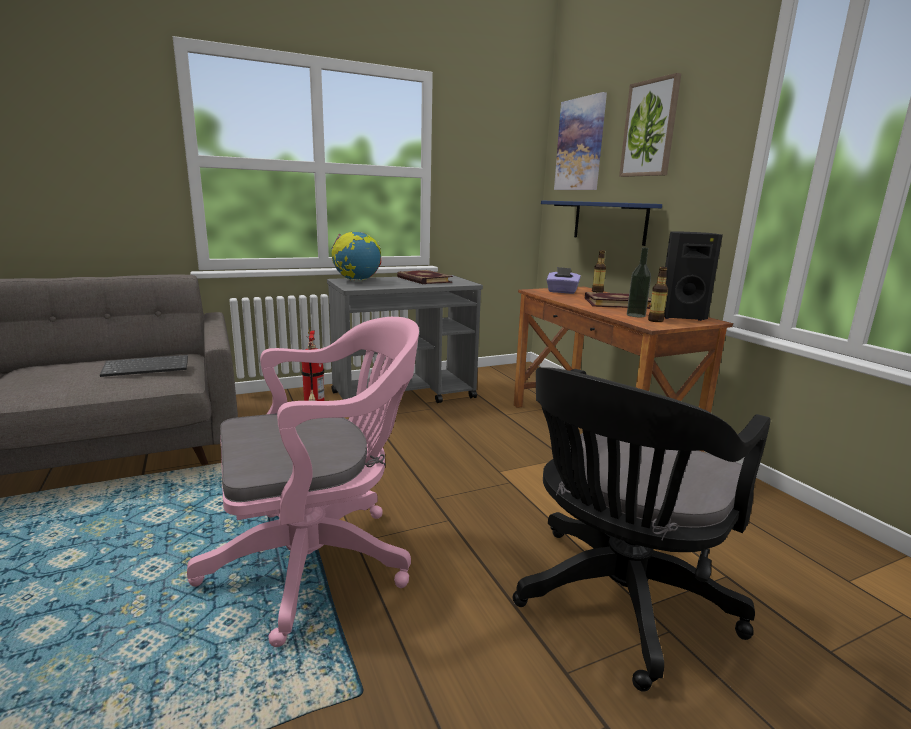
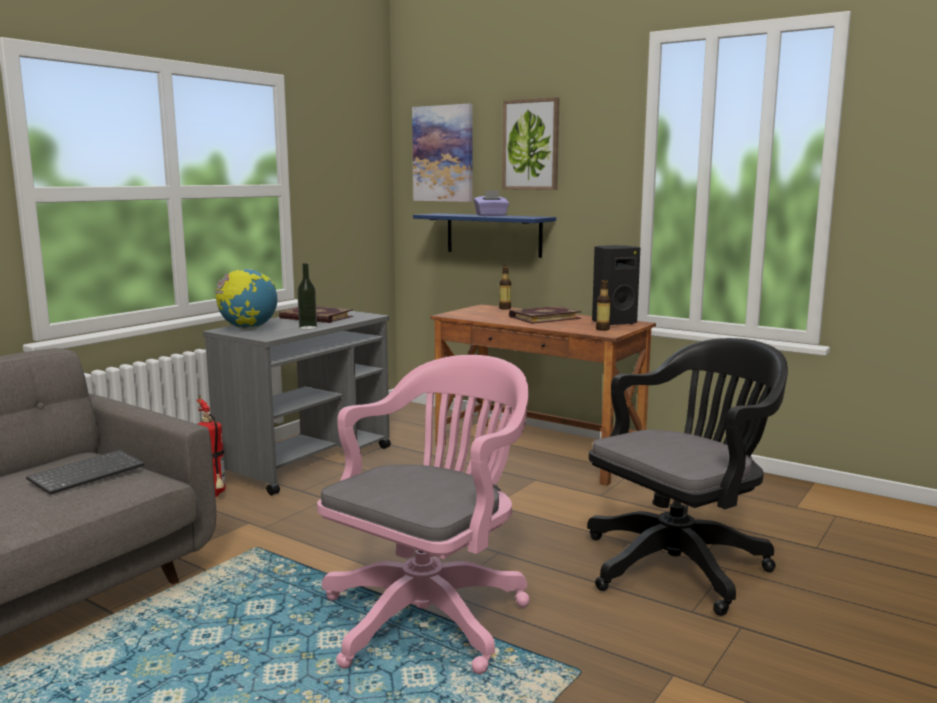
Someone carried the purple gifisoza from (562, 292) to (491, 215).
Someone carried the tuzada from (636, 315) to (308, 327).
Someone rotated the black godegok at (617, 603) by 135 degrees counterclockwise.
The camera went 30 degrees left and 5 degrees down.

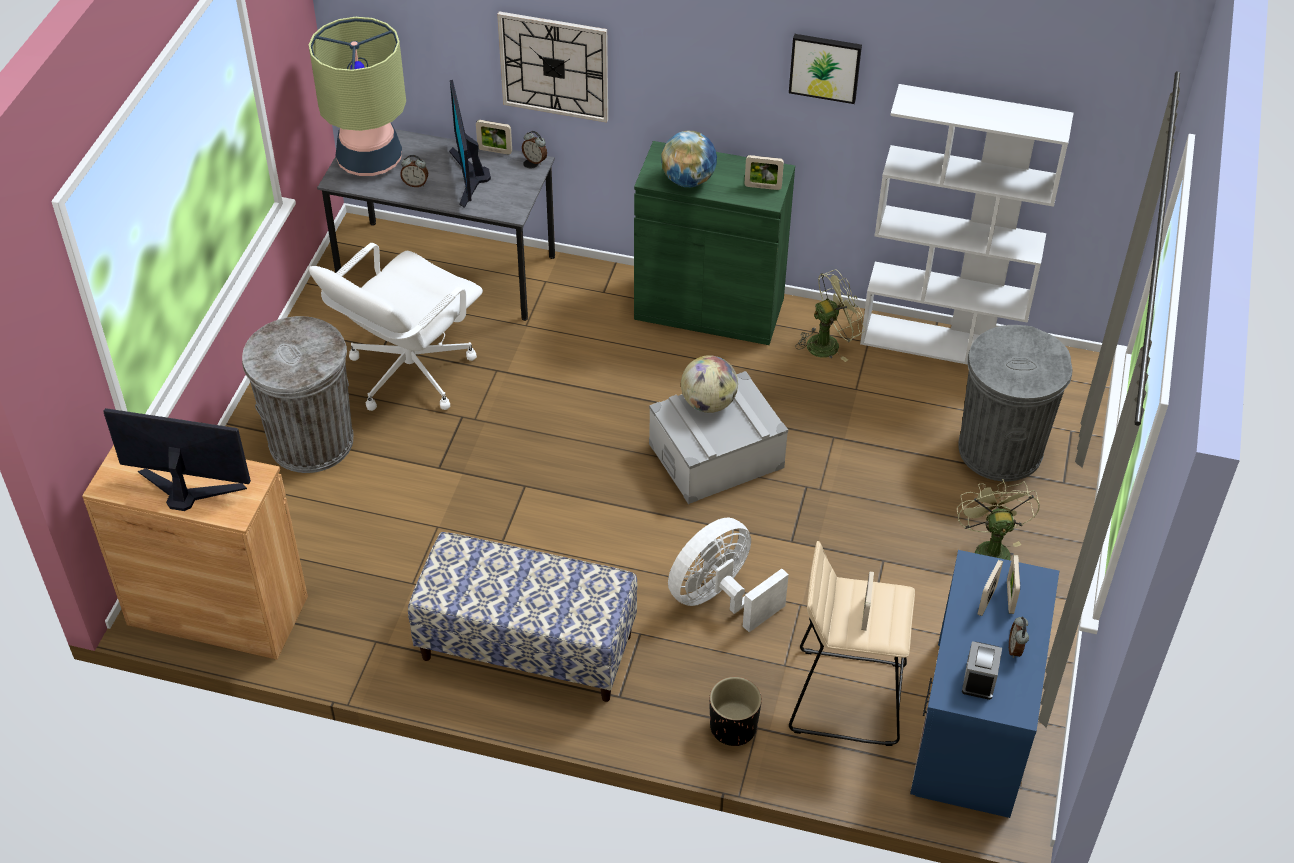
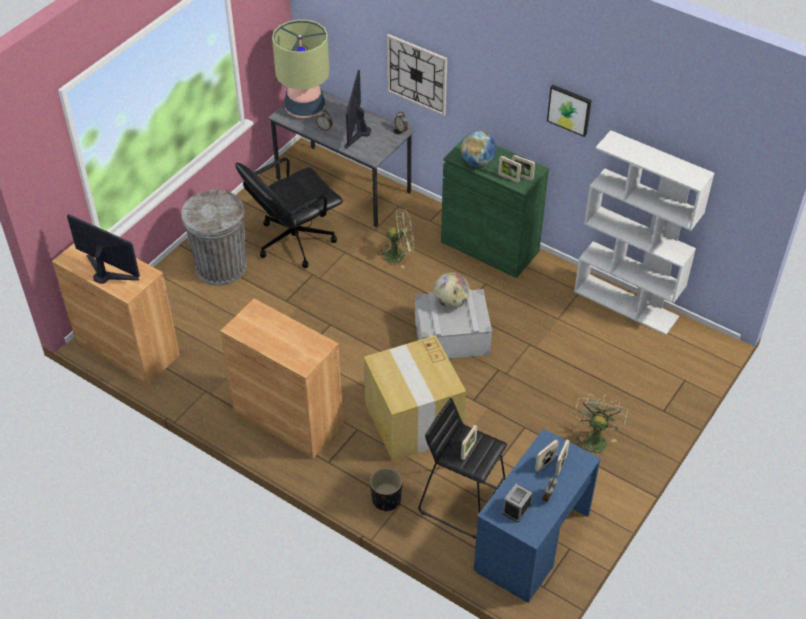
Someone took away the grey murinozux at (1000, 449).
Someone carried the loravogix from (495, 151) to (508, 178).
Someone carried the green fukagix from (829, 343) to (399, 255).
Someone swapped the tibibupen at (526, 647) for the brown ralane at (288, 418).
Someone swapped the white fukagix at (720, 598) for the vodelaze at (414, 422).
Someone repainted the white godegok at (409, 372), which became the black godegok at (294, 241).
Someone repainted the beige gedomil at (846, 696), which became the black gedomil at (462, 501).
The camera went 20 degrees right and 0 degrees up.

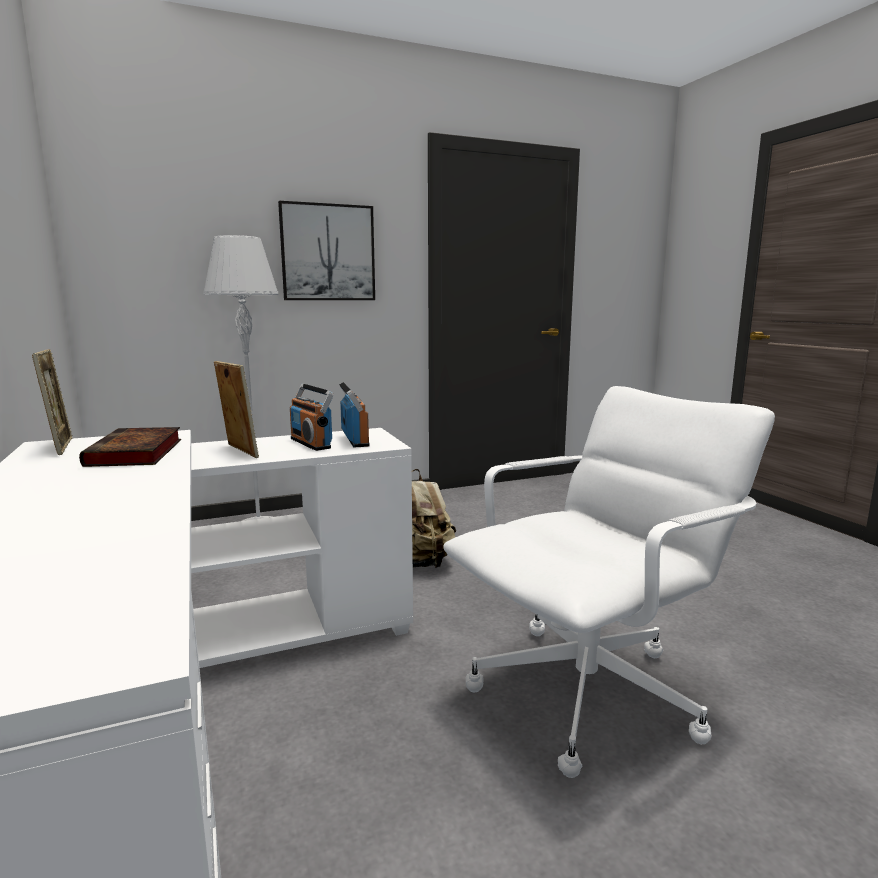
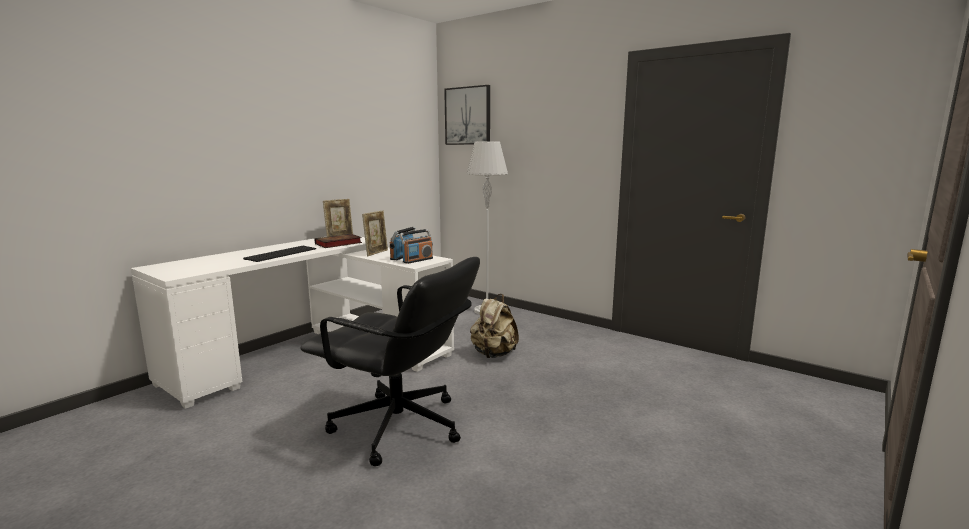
Someone put down the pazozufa at (281, 253).
Someone carried the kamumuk from (328, 253) to (468, 116).
Someone repainted the white godegok at (589, 693), which became the black godegok at (399, 427).
The camera went 60 degrees right and 0 degrees up.

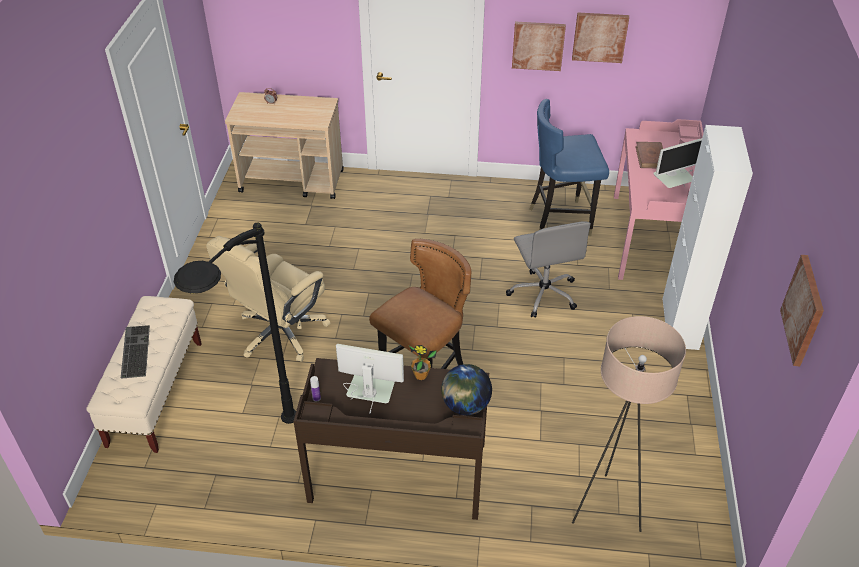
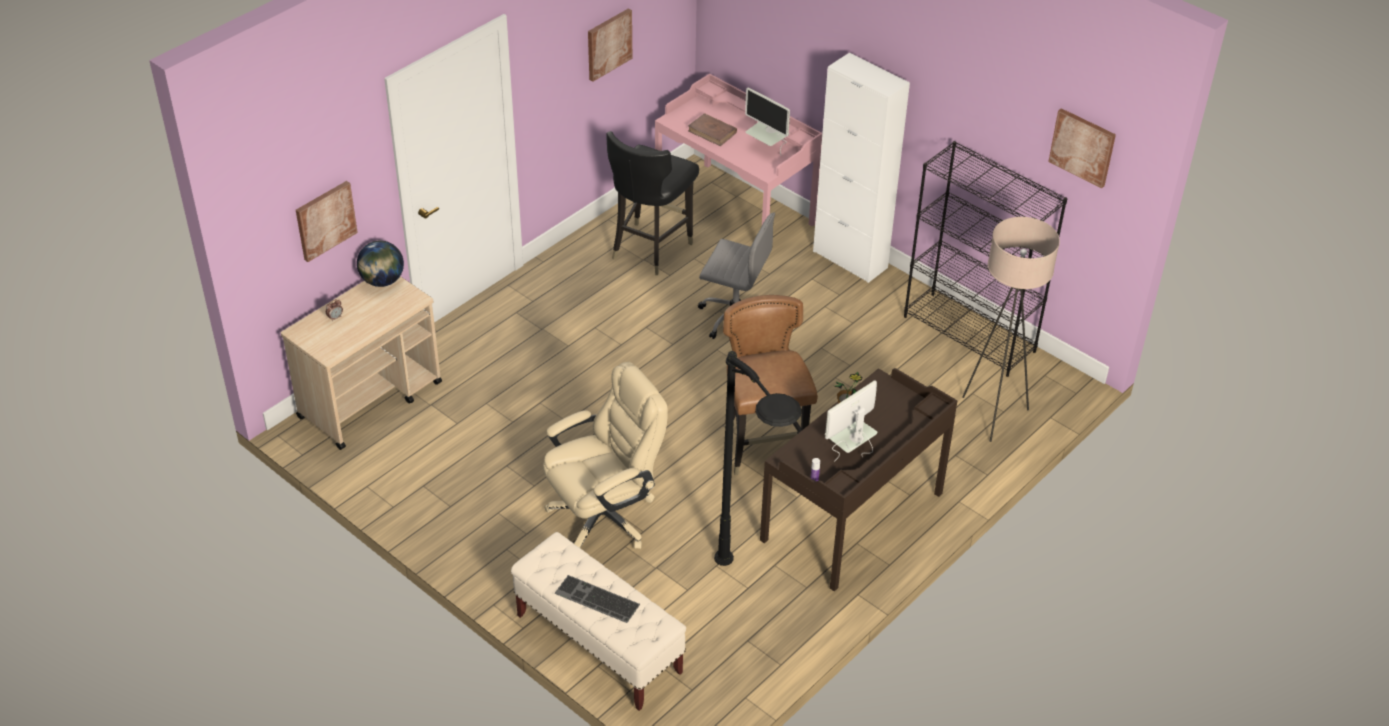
Someone put down the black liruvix at (970, 334).
Someone carried the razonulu from (465, 405) to (382, 281).
Someone carried the kamumuk from (538, 45) to (325, 220).
Someone repainted the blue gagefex at (561, 220), which became the black gagefex at (650, 248).
Someone rotated the beige godegok at (280, 333) by 105 degrees counterclockwise.
Someone rotated the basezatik at (670, 190) by 120 degrees clockwise.
The camera went 55 degrees left and 0 degrees up.

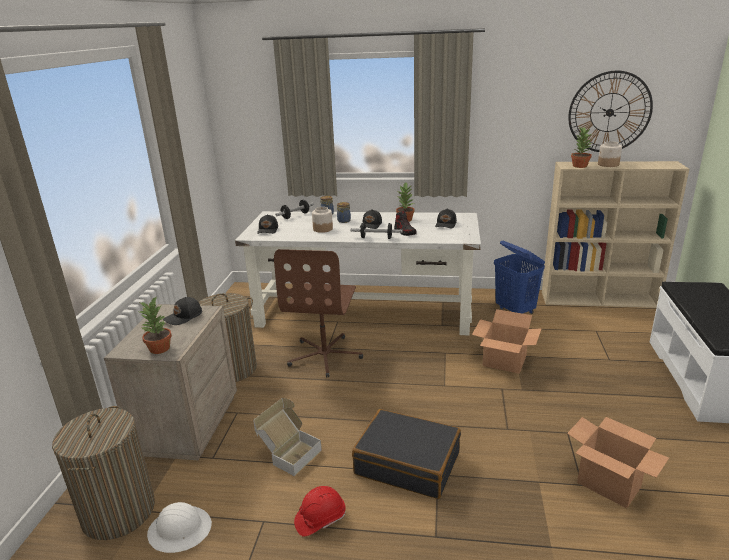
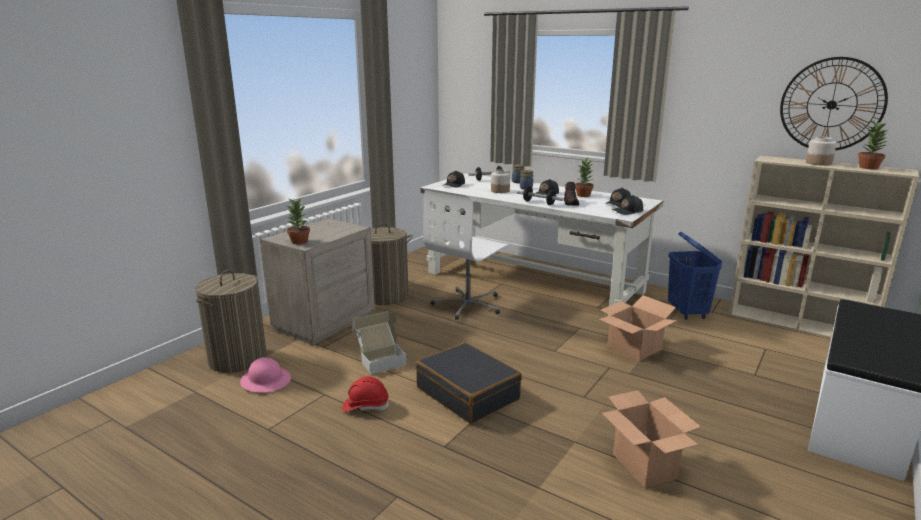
Someone carried the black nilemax from (184, 317) to (627, 211).
Someone carried the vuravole from (579, 166) to (868, 167).
Someone repainted the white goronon at (180, 530), which became the pink goronon at (266, 381).
Someone repainted the brown godegok at (325, 355), which became the white godegok at (468, 305).
The camera went 25 degrees right and 5 degrees down.

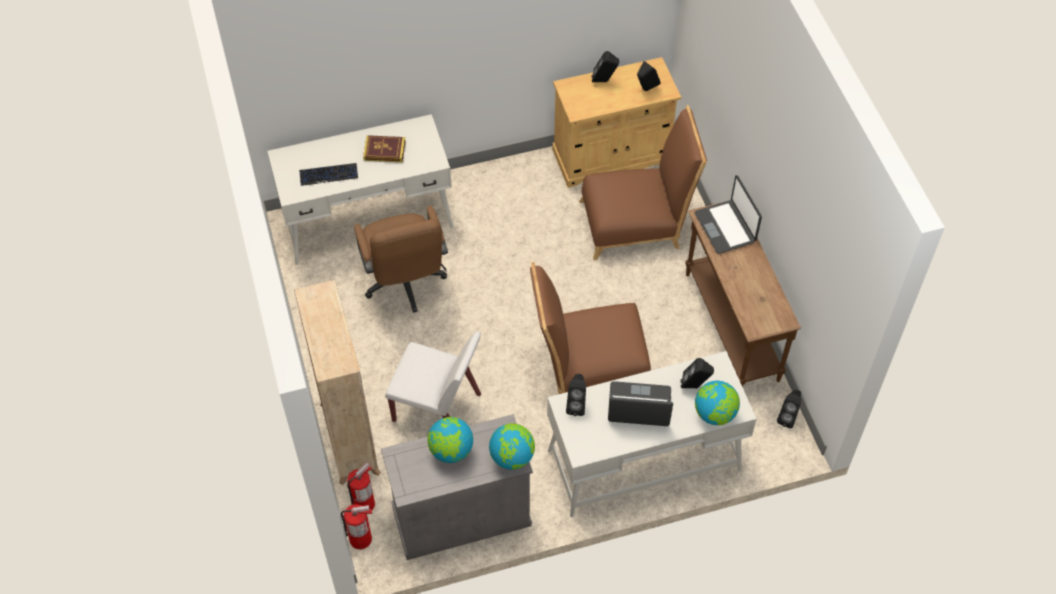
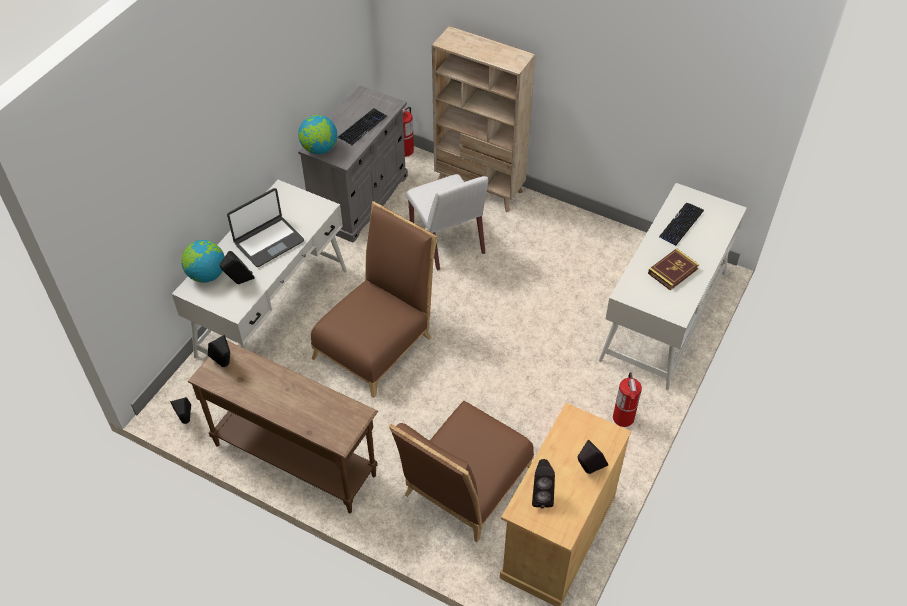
Someone took away the brown godegok at (405, 284).
Someone took away the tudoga at (725, 227).
Someone carried the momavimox from (364, 504) to (623, 418).
Someone carried the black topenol from (576, 405) to (224, 365).
Someone swapped the razonulu at (451, 450) for the pazozufa at (362, 127).
Someone rotated the white gagefex at (438, 408) by 90 degrees counterclockwise.
The camera went 135 degrees right and 5 degrees down.

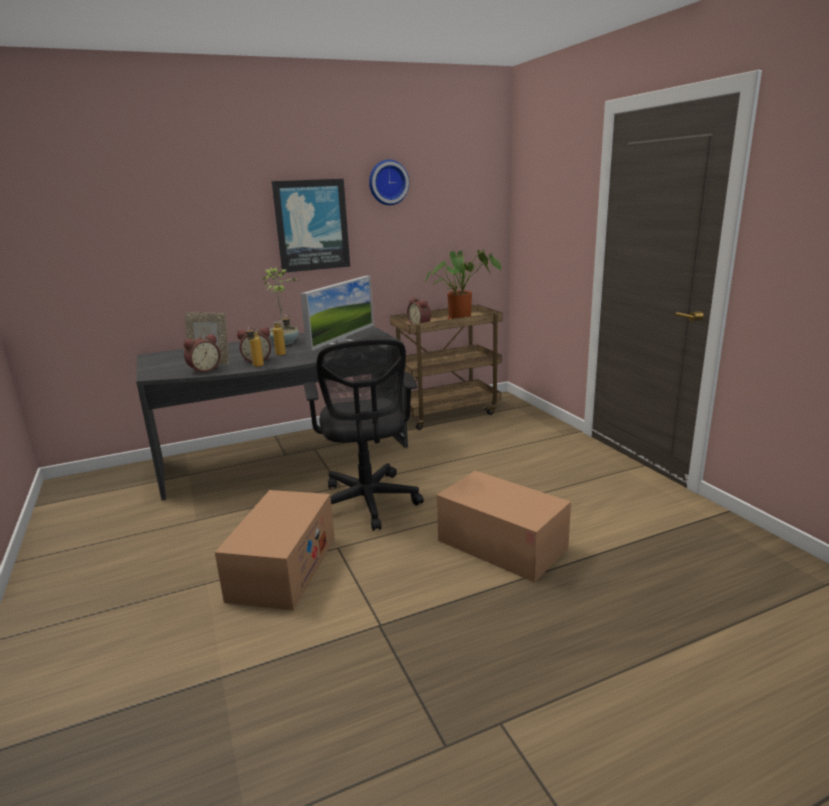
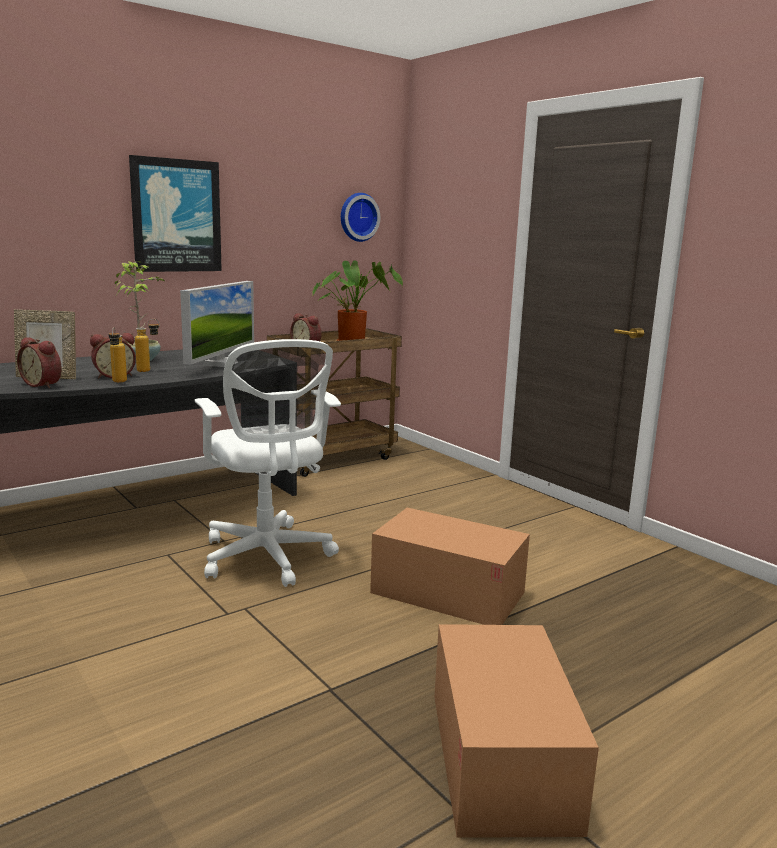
Someone carried the vodelaze from (283, 568) to (501, 758).
Someone carried the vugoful from (387, 182) to (358, 217).
Someone repainted the black godegok at (368, 504), which became the white godegok at (268, 558).
Someone rotated the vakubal at (204, 370) by 90 degrees clockwise.
The camera went 15 degrees left and 5 degrees down.

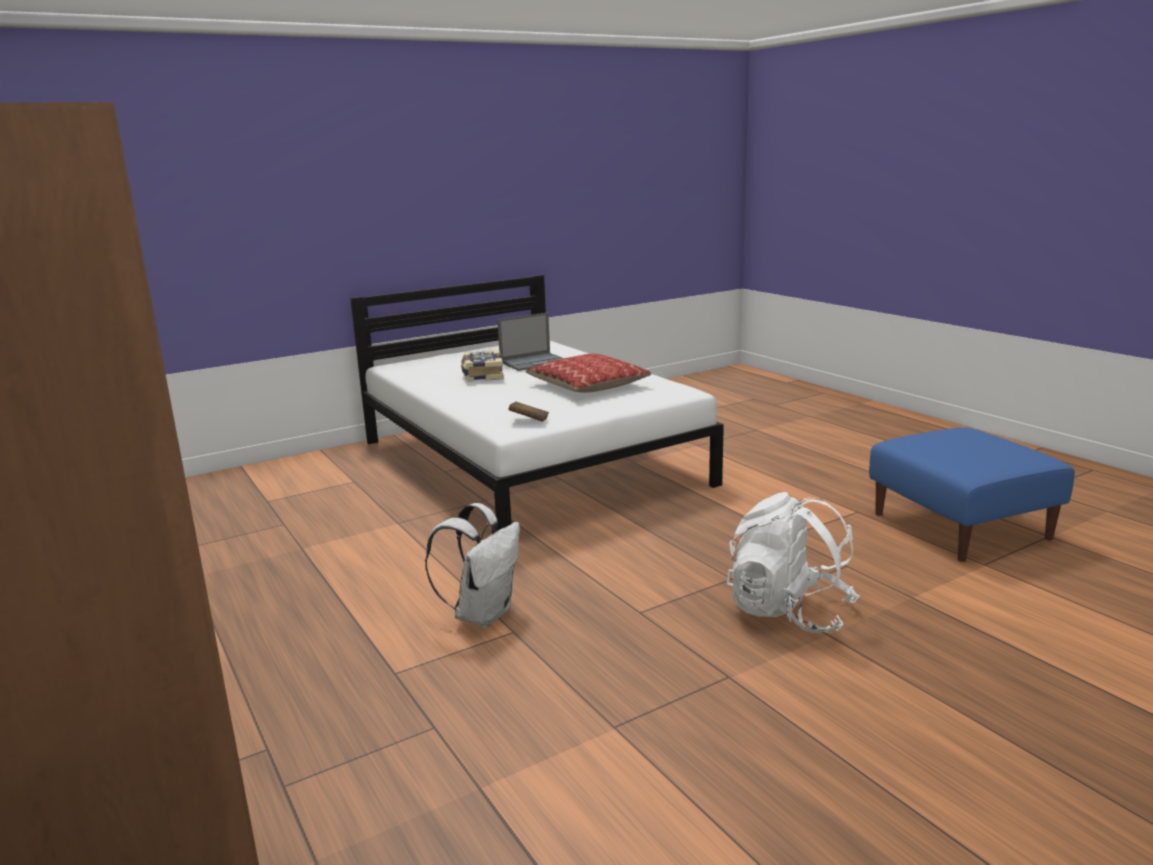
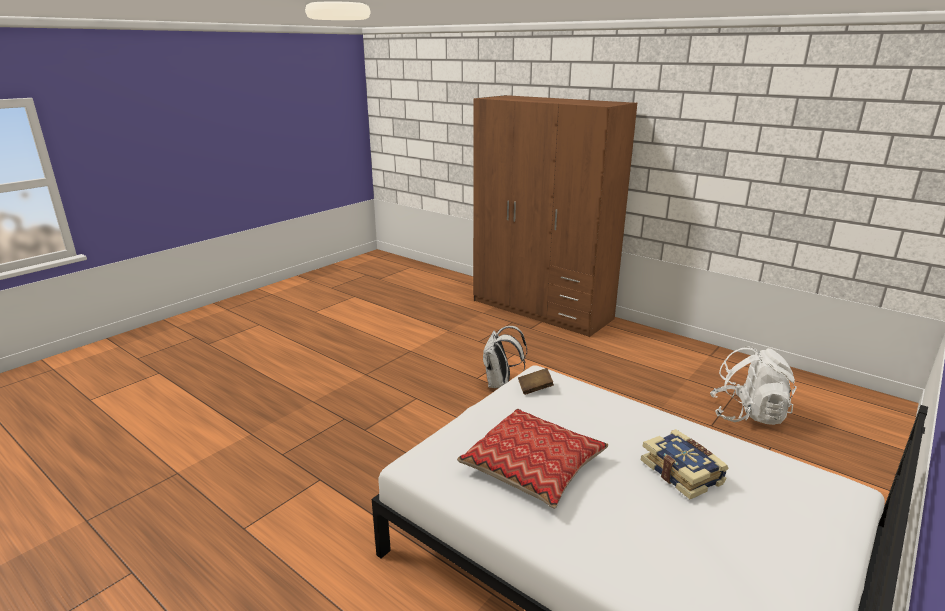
Someone took away the tudoga at (535, 362).
Someone took away the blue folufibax at (961, 526).
Someone carried the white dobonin from (789, 612) to (747, 414).
The camera went 160 degrees right and 5 degrees up.

